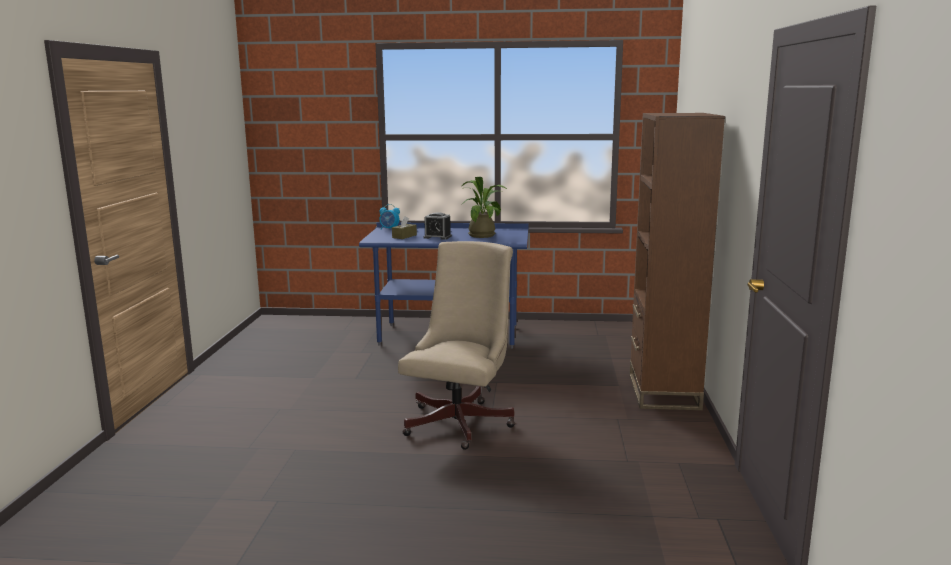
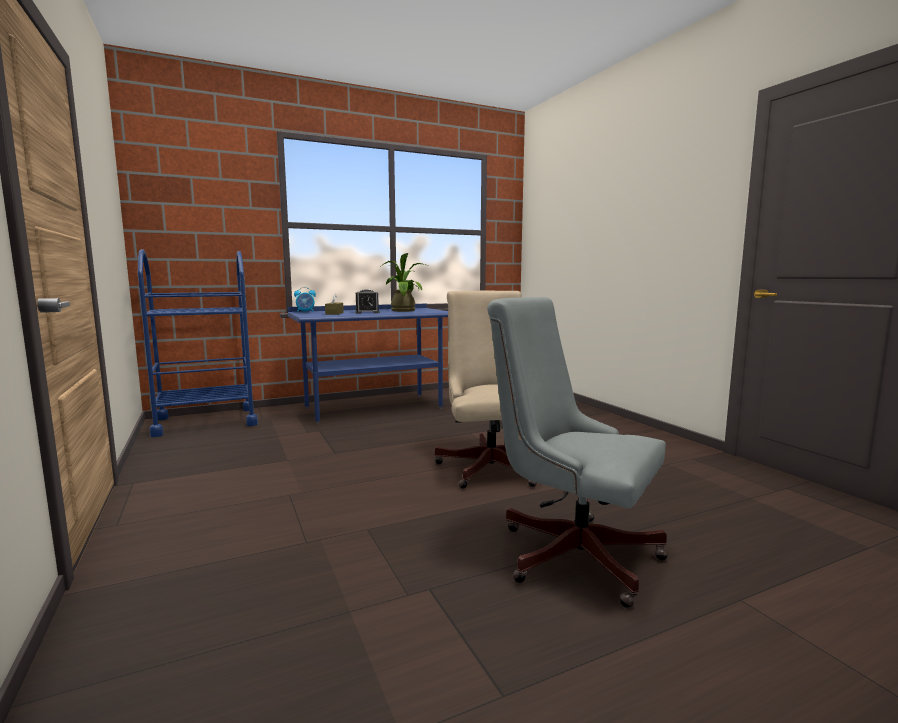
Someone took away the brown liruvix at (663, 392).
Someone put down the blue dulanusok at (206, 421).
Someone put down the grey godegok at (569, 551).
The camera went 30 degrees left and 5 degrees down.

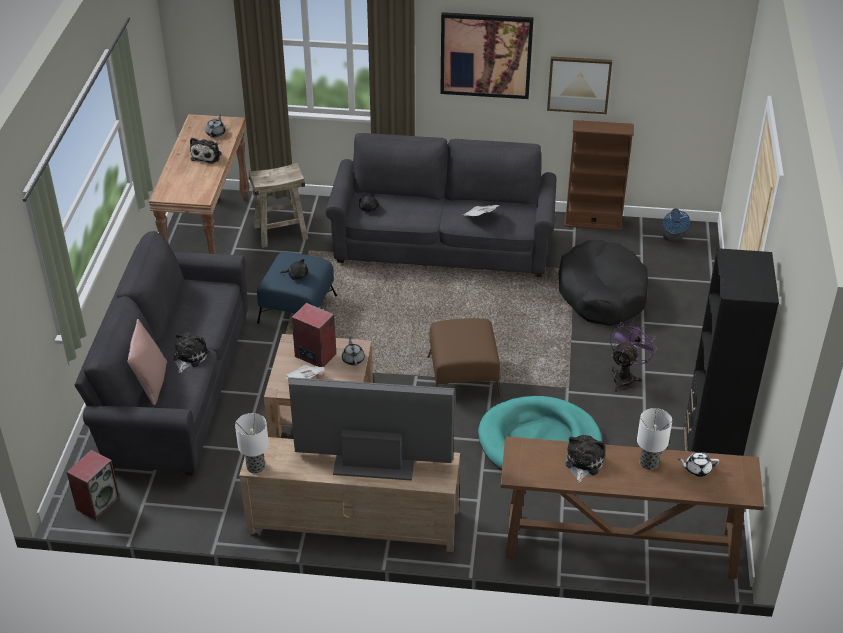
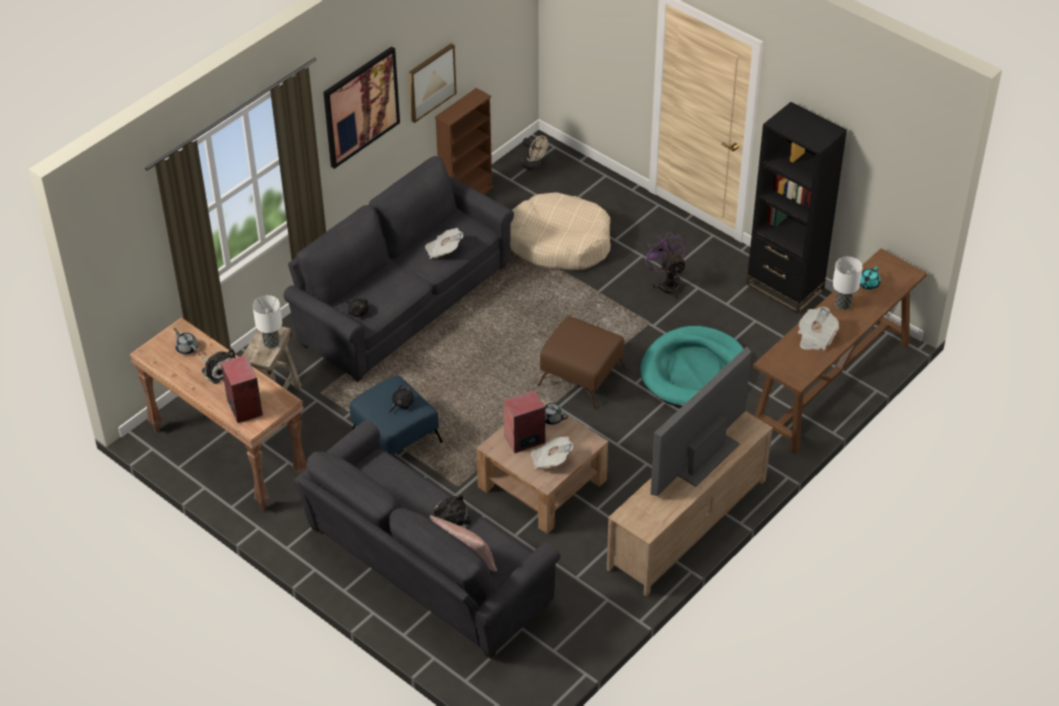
Someone carried the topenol from (98, 503) to (244, 407).
Someone carried the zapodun from (255, 466) to (271, 343).
Someone swapped the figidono at (583, 463) for the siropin at (815, 337).
Someone repainted the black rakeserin at (602, 293), which became the beige rakeserin at (559, 243).
Someone repainted the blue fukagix at (673, 239), which became the beige fukagix at (534, 165).
Someone repainted the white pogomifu at (697, 469), which became the turquoise pogomifu at (868, 284).
The camera went 55 degrees left and 5 degrees up.

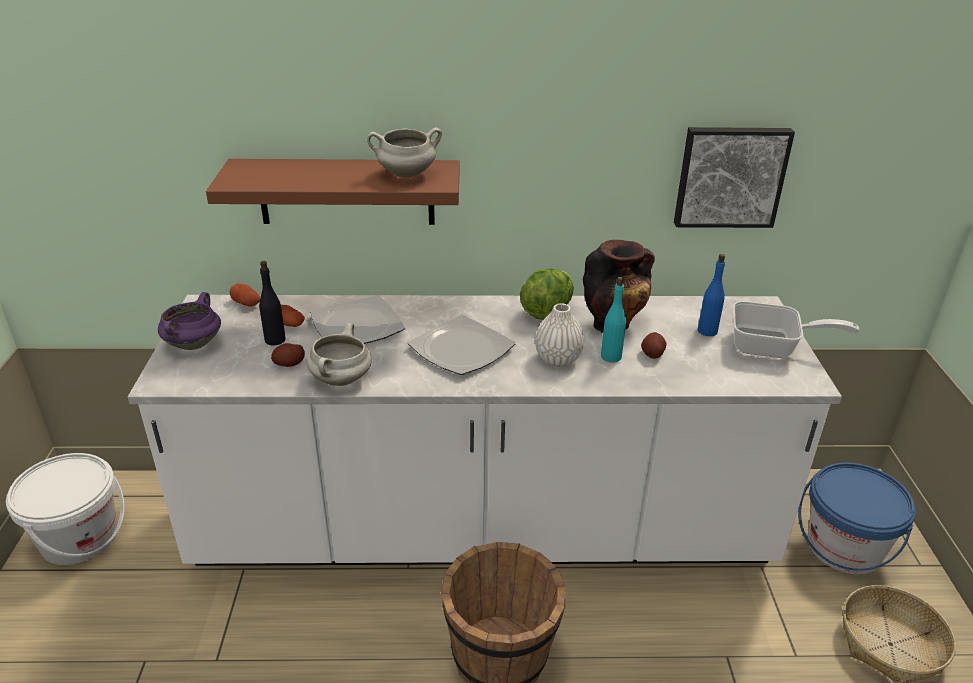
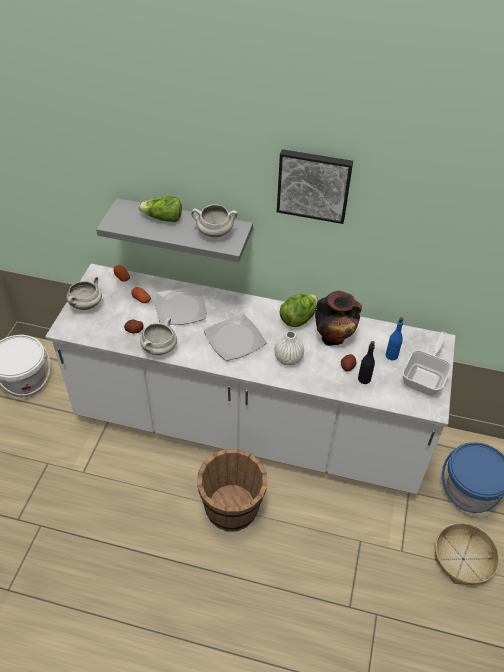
Someone took away the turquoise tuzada at (611, 356).
Someone put down the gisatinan at (163, 218).
Someone carried the black tuzada from (275, 340) to (364, 379).
Someone carried the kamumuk from (730, 176) to (314, 185).
Someone repainted the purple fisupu at (193, 344), which became the white fisupu at (86, 304).
Someone repainted the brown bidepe at (346, 192), which became the grey bidepe at (184, 227).
Someone rotated the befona at (772, 347) by 90 degrees counterclockwise.
The camera went 15 degrees right and 15 degrees up.

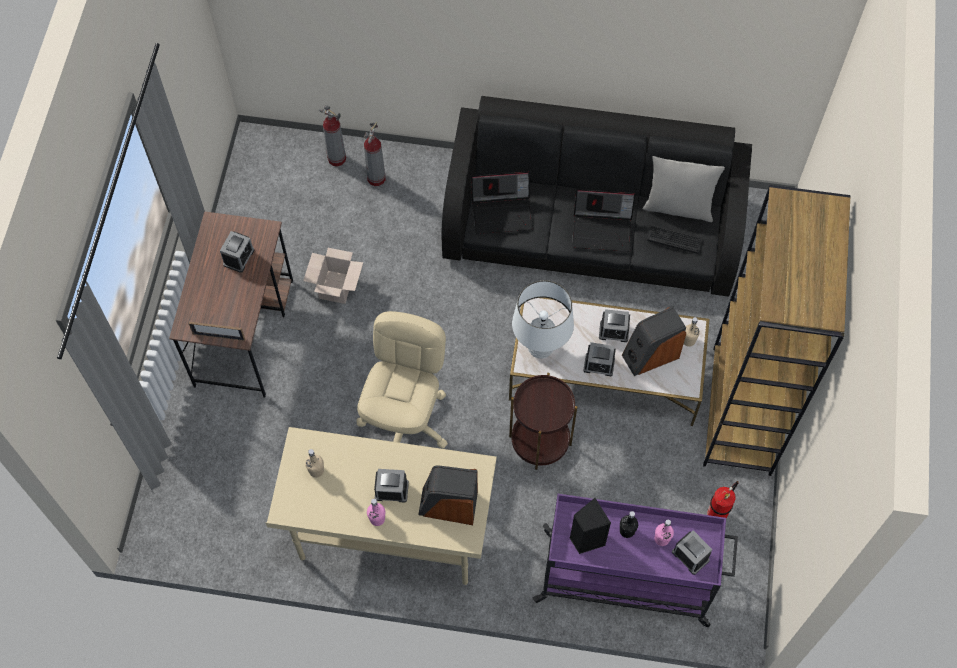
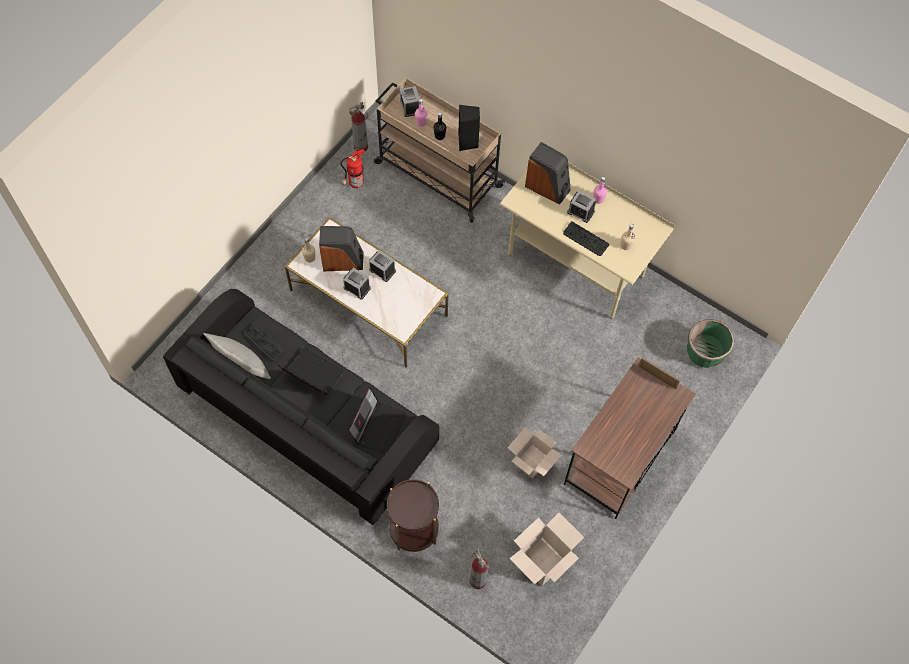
Someone took away the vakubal at (239, 257).
Someone took away the beige godegok at (406, 421).
Someone took away the white zapodun at (540, 348).
Someone took away the brown liruvix at (742, 411).
Someone put down the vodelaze at (542, 561).
Someone put down the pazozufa at (585, 239).
Someone put down the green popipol at (705, 352).
Someone carried the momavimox from (376, 178) to (361, 146).
Someone carried the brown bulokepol from (540, 440) to (414, 529).
Someone repainted the purple dulanusok at (627, 579), which became the beige dulanusok at (436, 174).
Someone rotated the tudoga at (503, 212) by 90 degrees clockwise.
The camera went 155 degrees left and 0 degrees up.

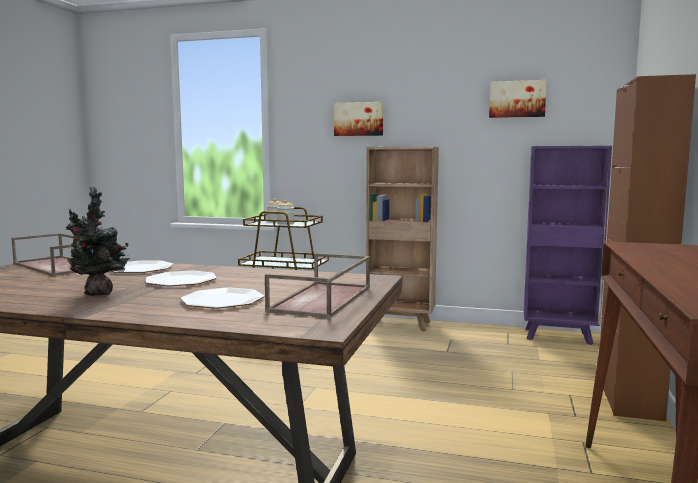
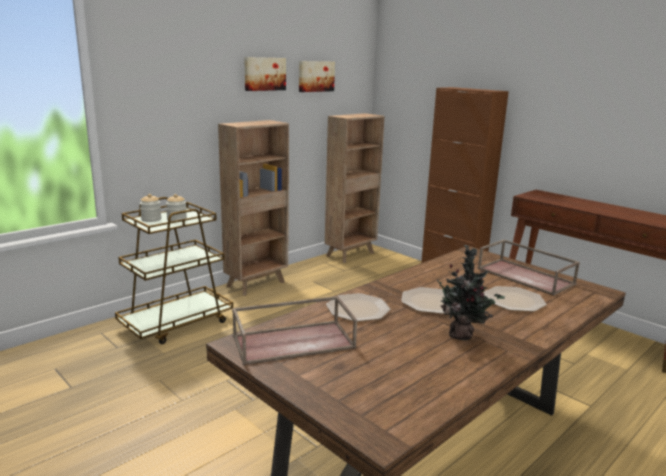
Someone carried the kamumuk from (359, 119) to (264, 74).
Someone repainted the purple liruvix at (559, 336), which became the brown liruvix at (351, 254).
The camera went 60 degrees left and 10 degrees up.

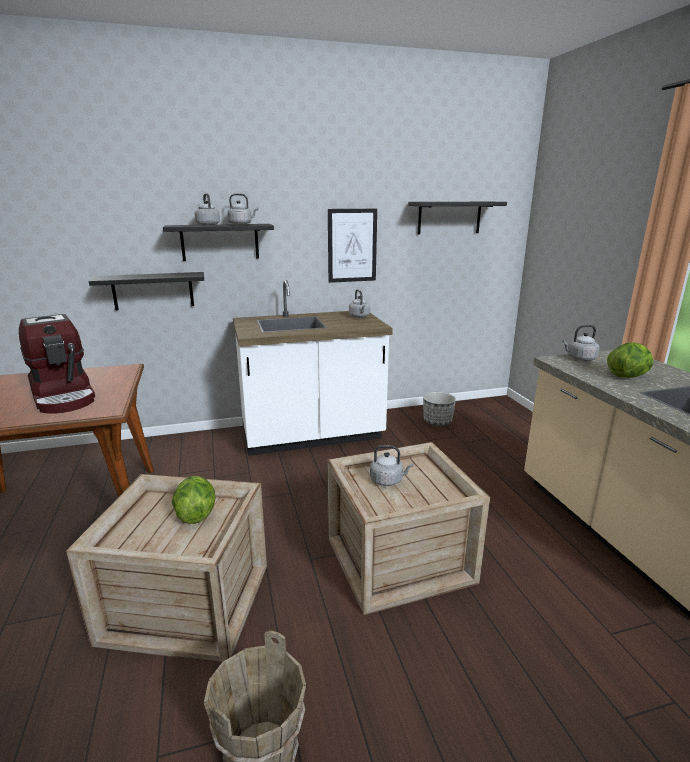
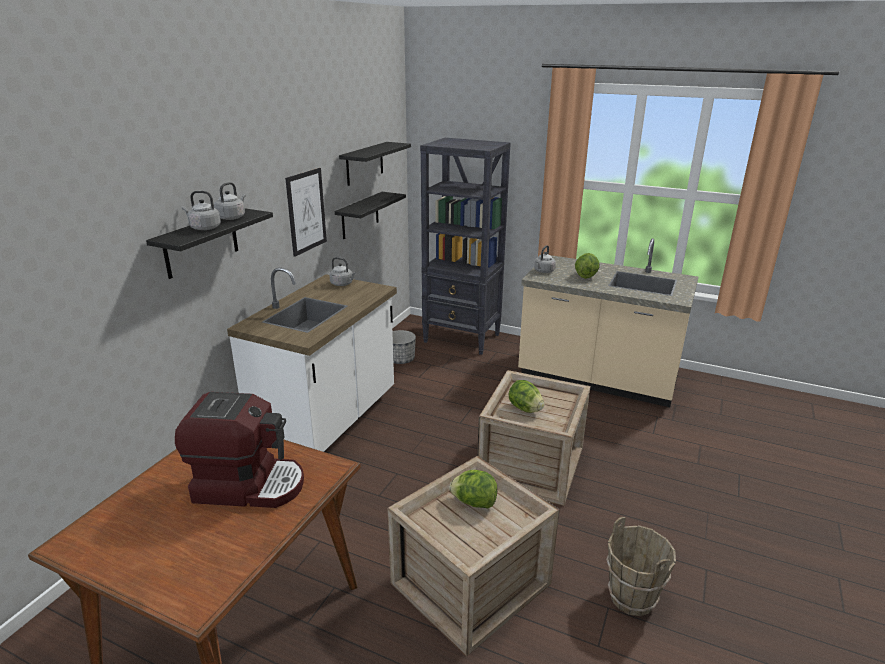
Someone put down the black liruvix at (462, 338).
Someone carried the black bidepe from (153, 291) to (360, 215).
Someone swapped the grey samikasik at (388, 480) for the gisatinan at (525, 409).
The camera went 50 degrees left and 5 degrees up.

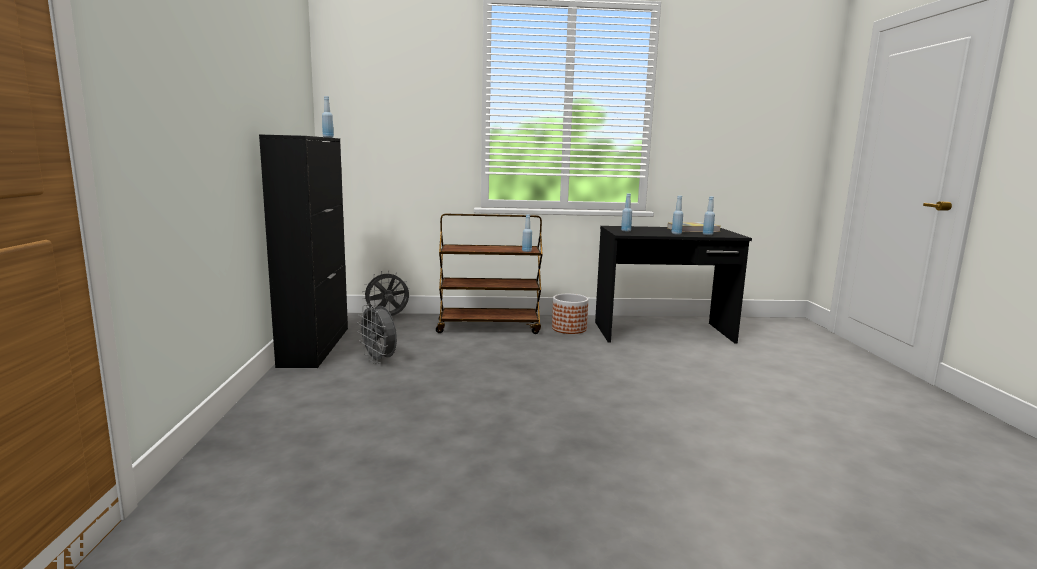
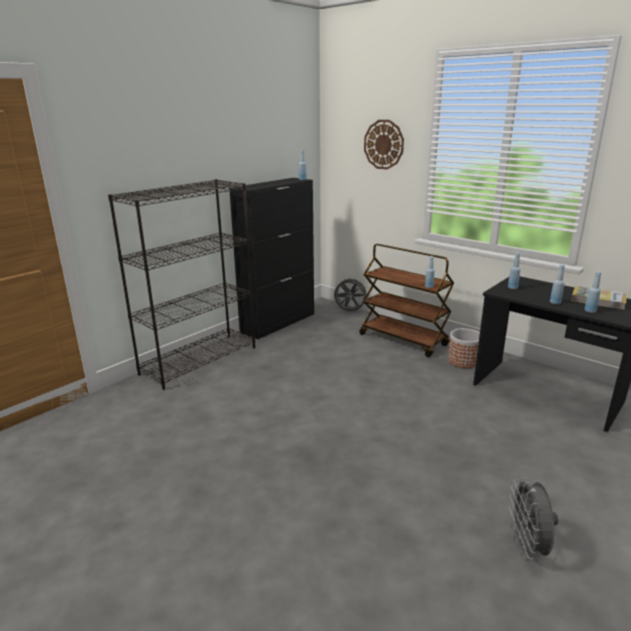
Someone put down the black liruvix at (199, 360).
Someone put up the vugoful at (383, 144).
Someone carried the grey fukagix from (379, 360) to (527, 546).
The camera went 45 degrees right and 10 degrees up.

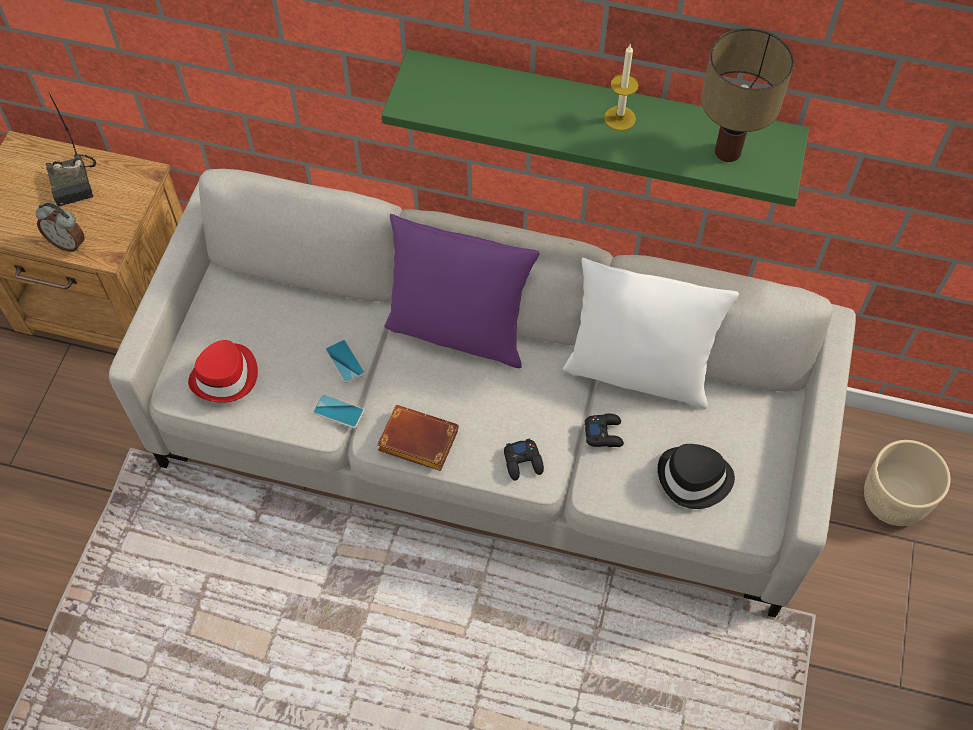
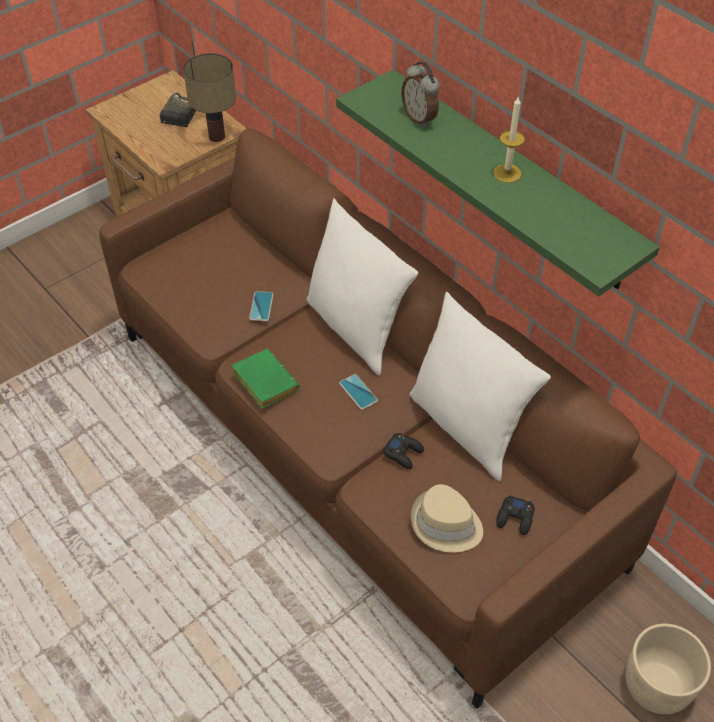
Someone took away the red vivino at (226, 376).
Someone carried the vakubal from (68, 243) to (420, 118).
Someone carried the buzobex from (338, 411) to (358, 392).
Someone carried the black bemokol from (523, 462) to (515, 518).
Someone carried the zapodun from (728, 150) to (217, 136).
Someone repainted the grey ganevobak at (486, 439), which became the brown ganevobak at (357, 445).
Someone repainted the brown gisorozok at (415, 442), which became the green gisorozok at (262, 382).
Someone repainted the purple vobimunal at (458, 330), which became the white vobimunal at (356, 328).
Someone repainted the black vivino at (694, 479), which became the beige vivino at (445, 524).
The camera went 35 degrees right and 10 degrees down.

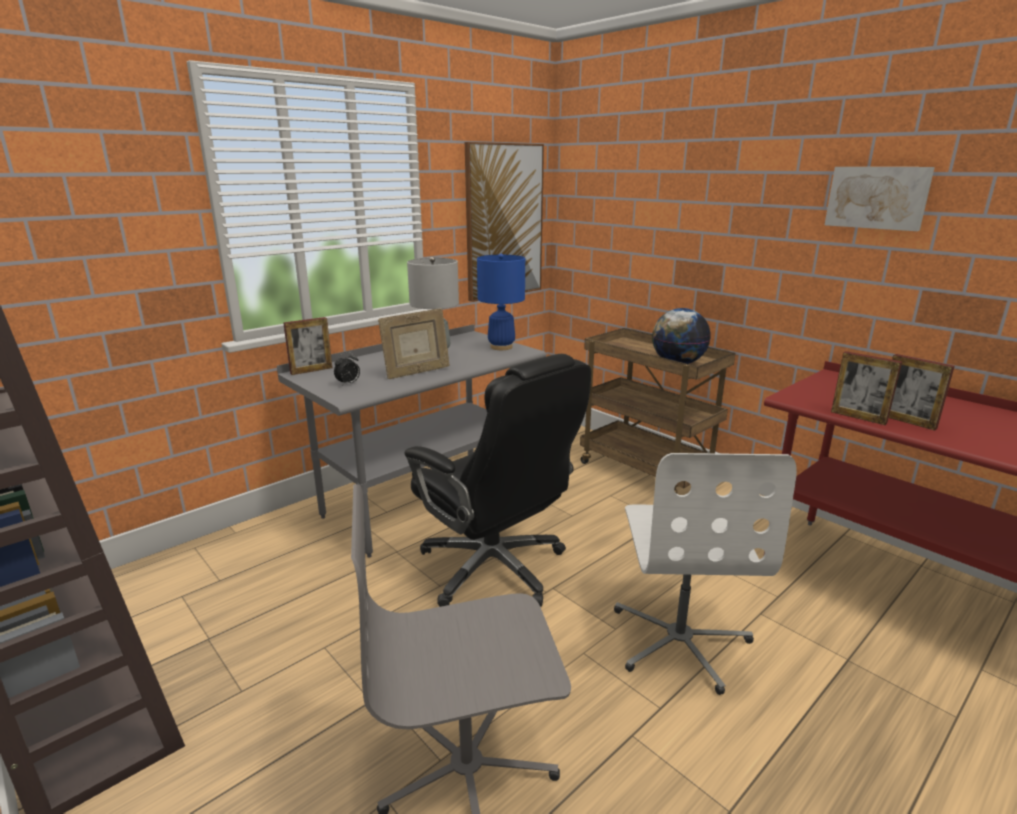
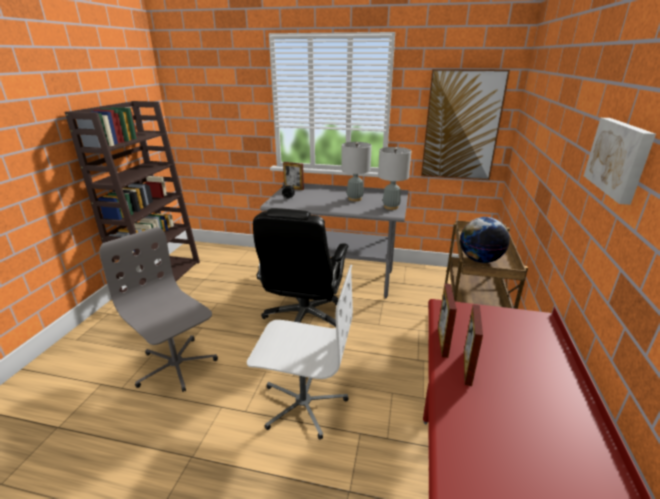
Someone took away the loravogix at (417, 372).
Someone repainted the blue zapodun at (501, 347), which became the grey zapodun at (391, 207).
Someone rotated the white godegok at (680, 640) by 135 degrees counterclockwise.
The camera went 55 degrees right and 5 degrees up.

